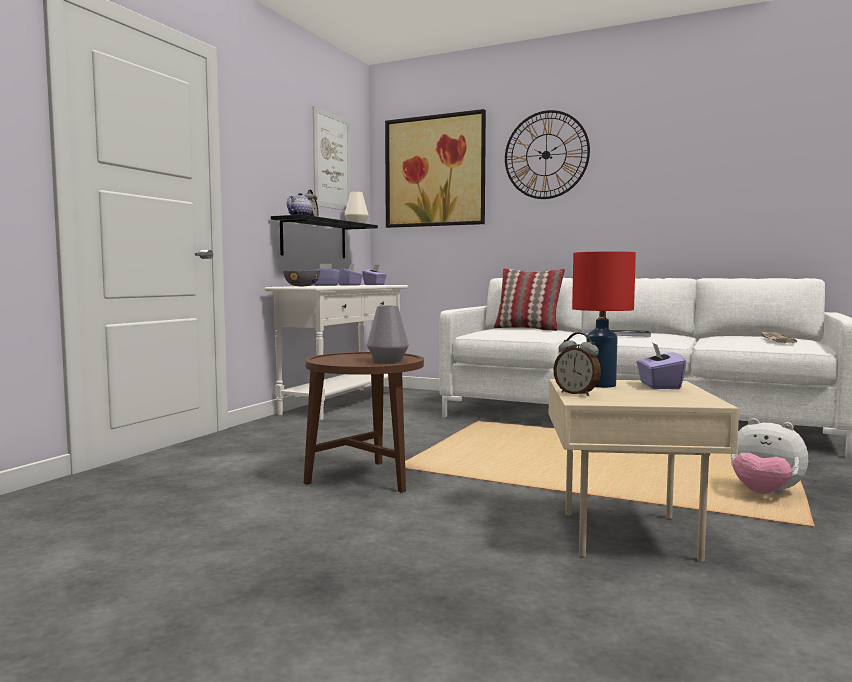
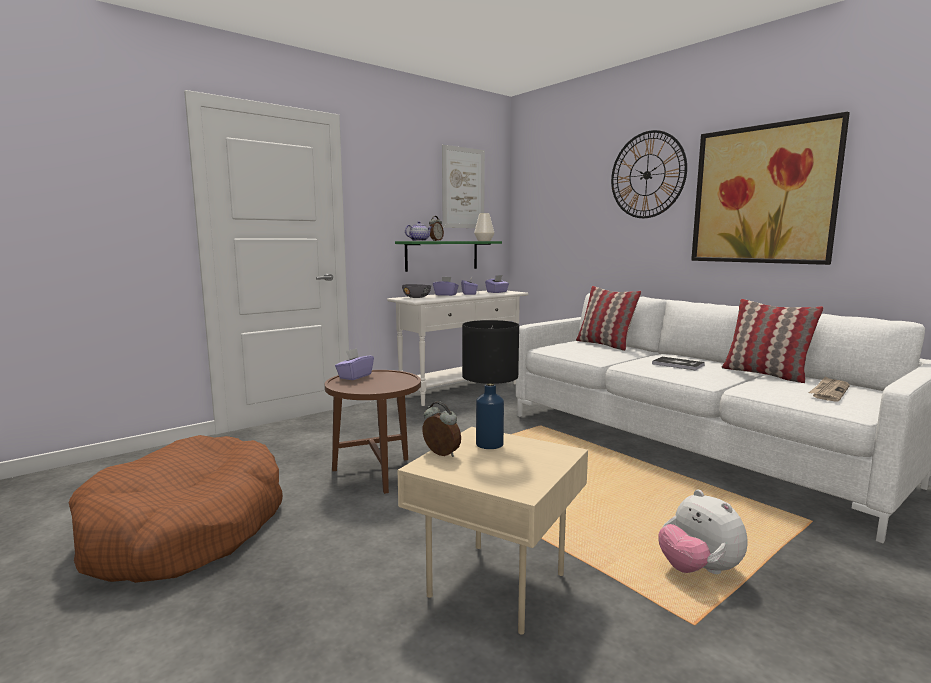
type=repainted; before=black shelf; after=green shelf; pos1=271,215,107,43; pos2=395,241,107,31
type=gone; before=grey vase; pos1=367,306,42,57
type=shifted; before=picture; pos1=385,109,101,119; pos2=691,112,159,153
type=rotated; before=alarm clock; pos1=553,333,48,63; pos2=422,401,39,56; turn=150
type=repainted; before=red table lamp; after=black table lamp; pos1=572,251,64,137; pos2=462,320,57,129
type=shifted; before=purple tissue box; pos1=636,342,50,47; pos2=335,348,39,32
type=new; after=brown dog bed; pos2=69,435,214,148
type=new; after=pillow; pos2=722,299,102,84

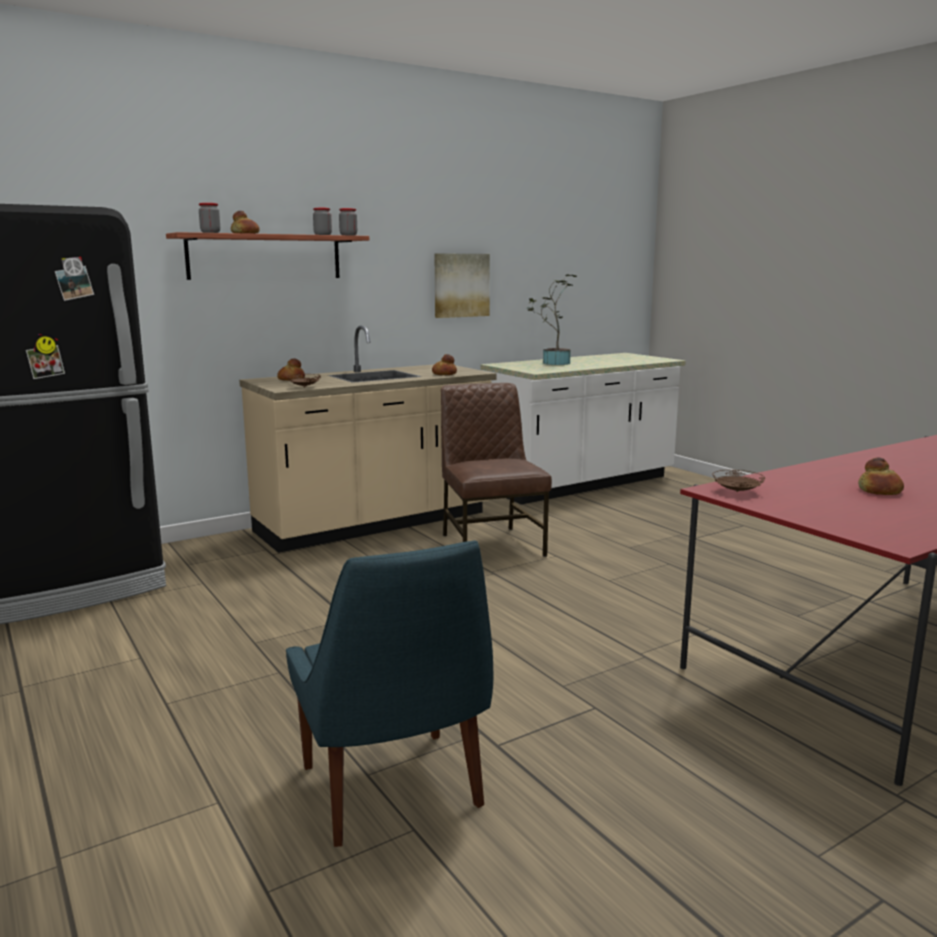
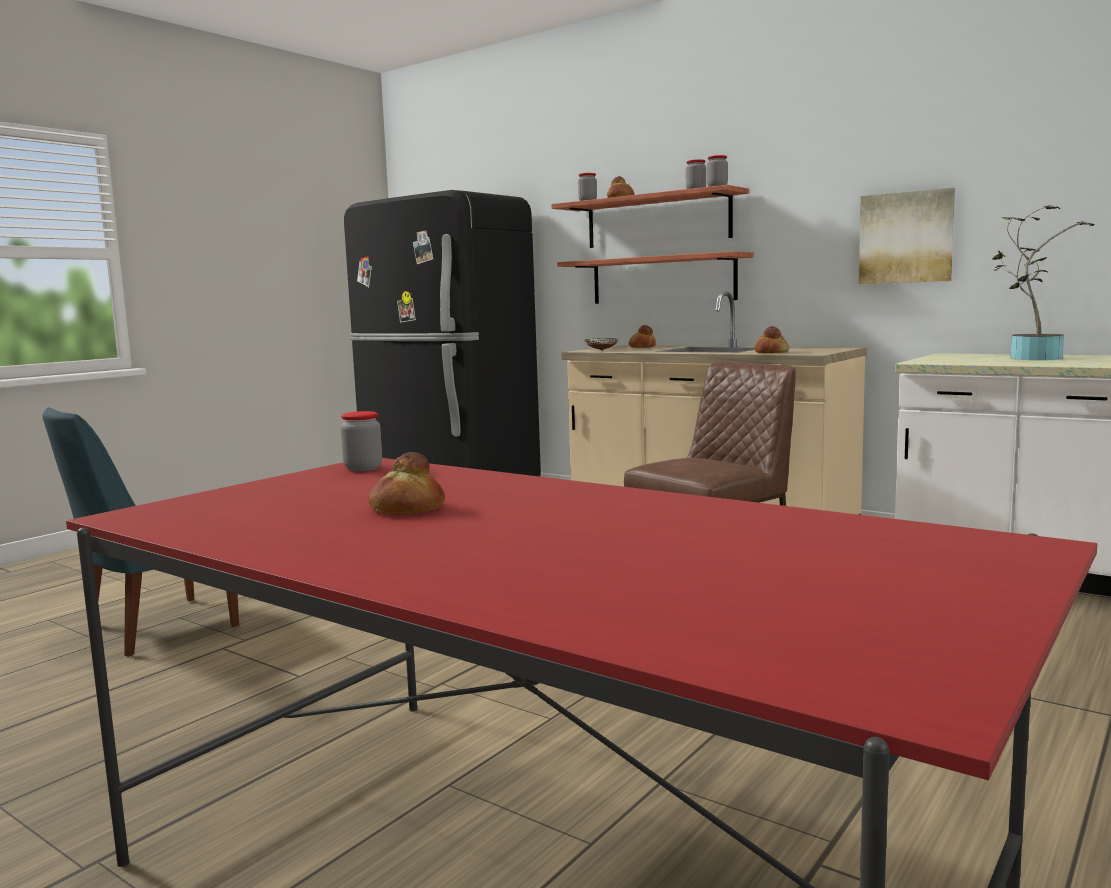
type=swapped; before=brown plate; after=jar; pos1=713,470,52,22; pos2=341,411,41,60
type=new; after=shelf; pos2=557,251,197,53

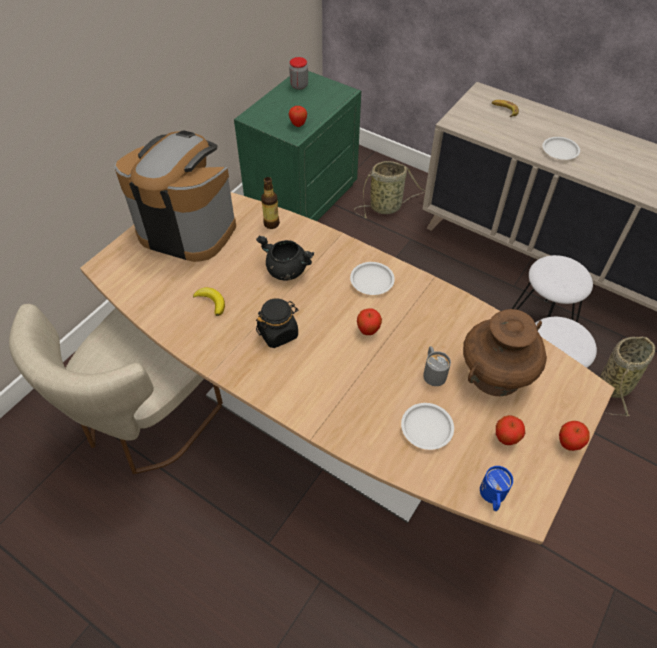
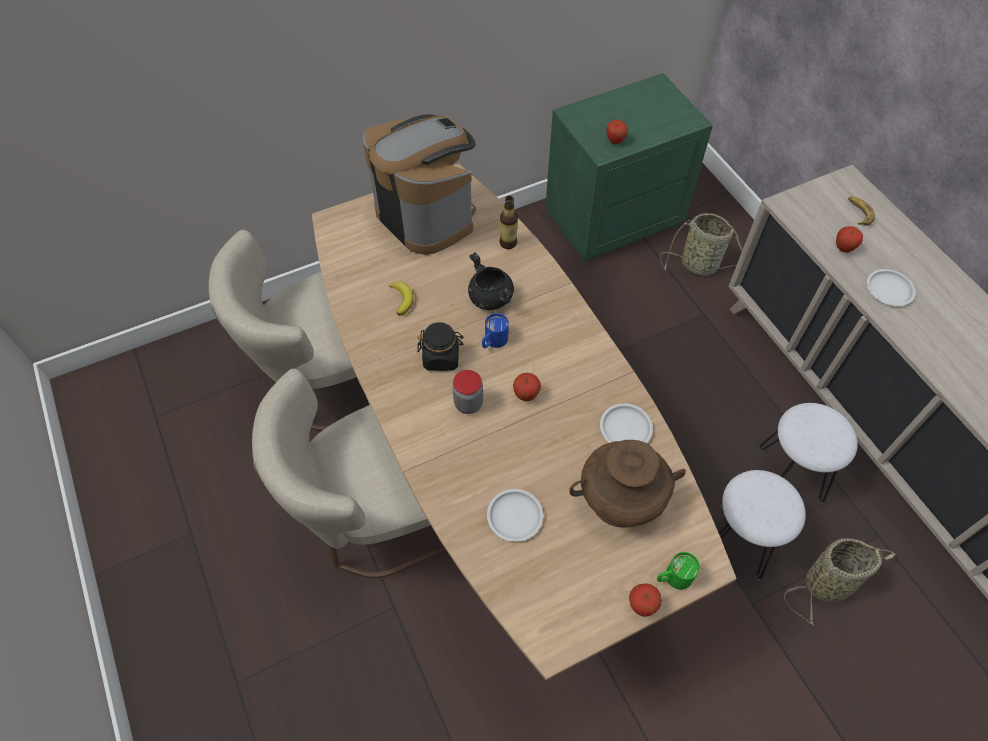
type=shifted; before=jar; pos1=289,57,19,33; pos2=453,370,30,44
type=shifted; before=white plate; pos1=350,262,45,33; pos2=600,403,53,40
type=gone; before=grey mug; pos1=423,346,28,40
type=shifted; before=blue mug; pos1=480,466,33,45; pos2=482,313,27,35
type=shifted; before=apple; pos1=496,415,29,30; pos2=836,226,27,27
type=new; after=beige chair; pos2=252,368,195,210
type=new; after=green mug; pos2=657,552,43,38

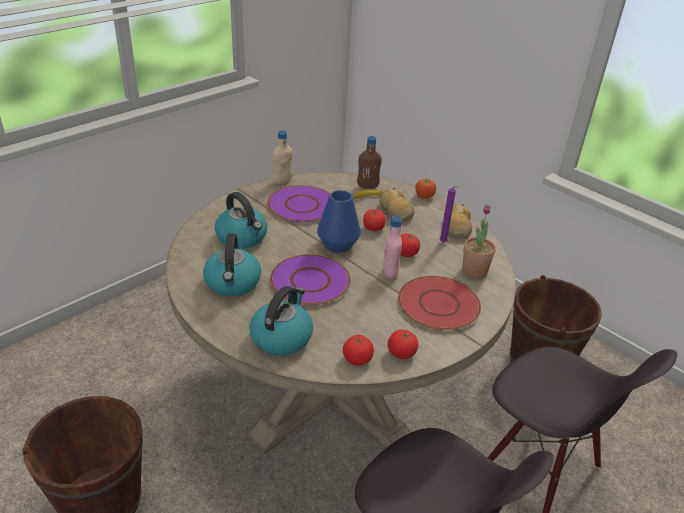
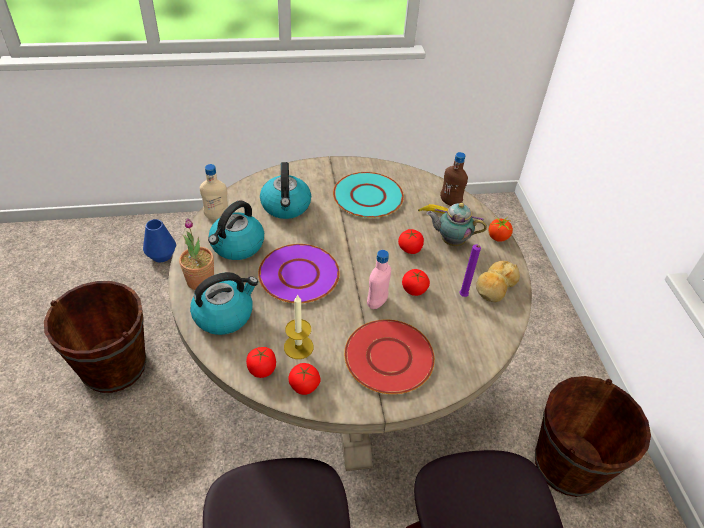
type=repainted; before=purple plate; after=turquoise plate; pos1=268,185,62,38; pos2=333,172,71,46
type=shifted; before=beige bottle; pos1=272,130,21,54; pos2=200,164,28,56
type=shifted; before=blue vase; pos1=317,190,44,63; pos2=143,219,33,43
type=swapped; before=bread; after=teapot; pos1=379,188,36,33; pos2=426,203,61,43
type=shifted; before=potted plant; pos1=462,205,34,73; pos2=179,218,35,72
type=new; after=candle; pos2=284,294,29,65

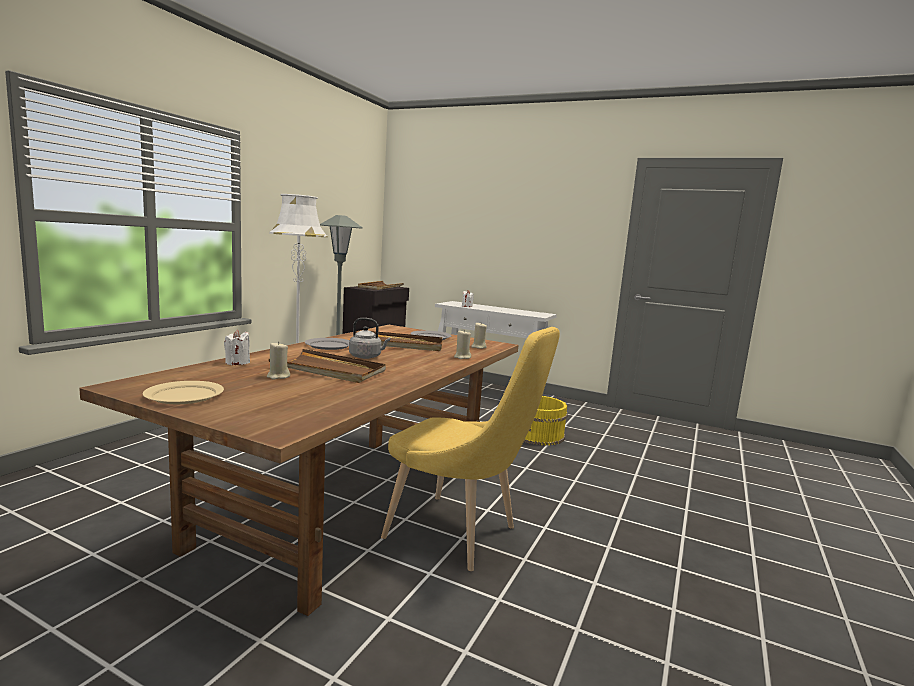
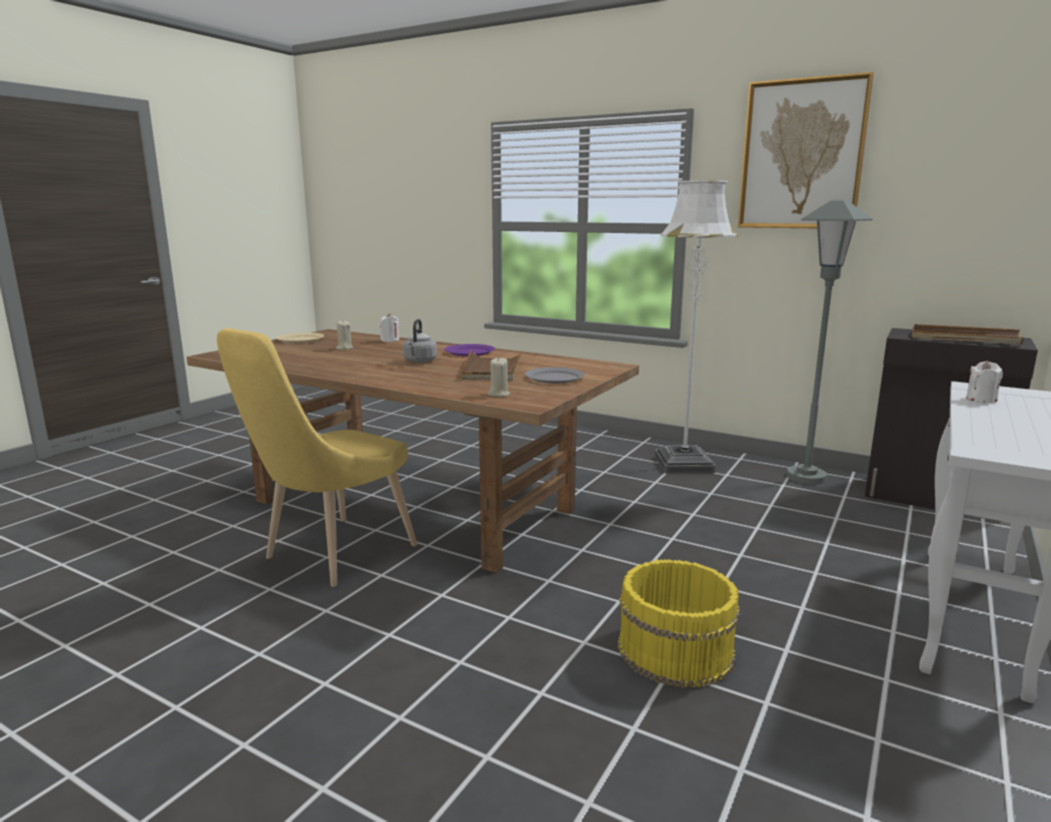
type=gone; before=brown tray; pos1=269,349,117,34
type=repainted; before=grey plate; after=purple plate; pos1=305,338,45,12; pos2=444,344,51,12
type=gone; before=beige candle; pos1=454,330,17,29
type=new; after=picture; pos2=738,72,136,156

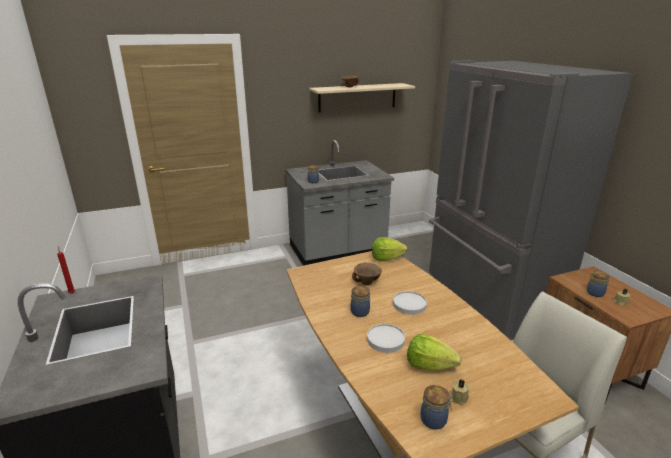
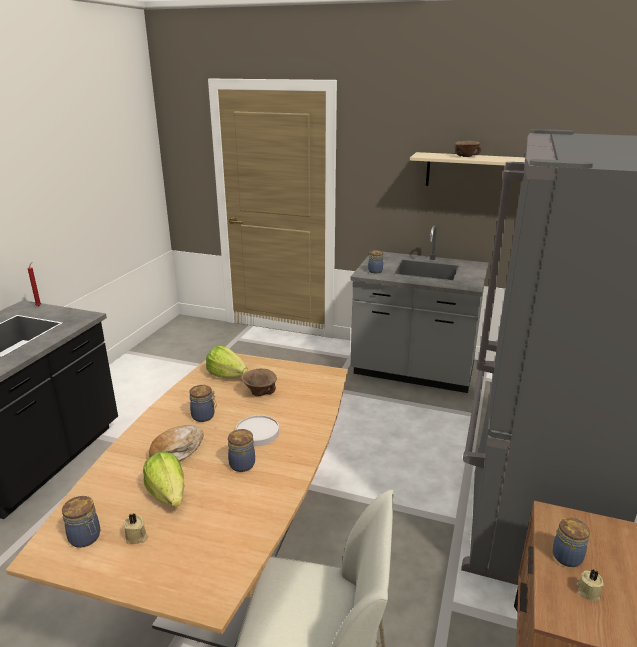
type=swapped; before=white plate; after=bread; pos1=367,324,38,29; pos2=149,425,55,37
type=shifted; before=lettuce; pos1=372,237,36,24; pos2=206,346,42,32
type=new; after=jar; pos2=228,429,27,43

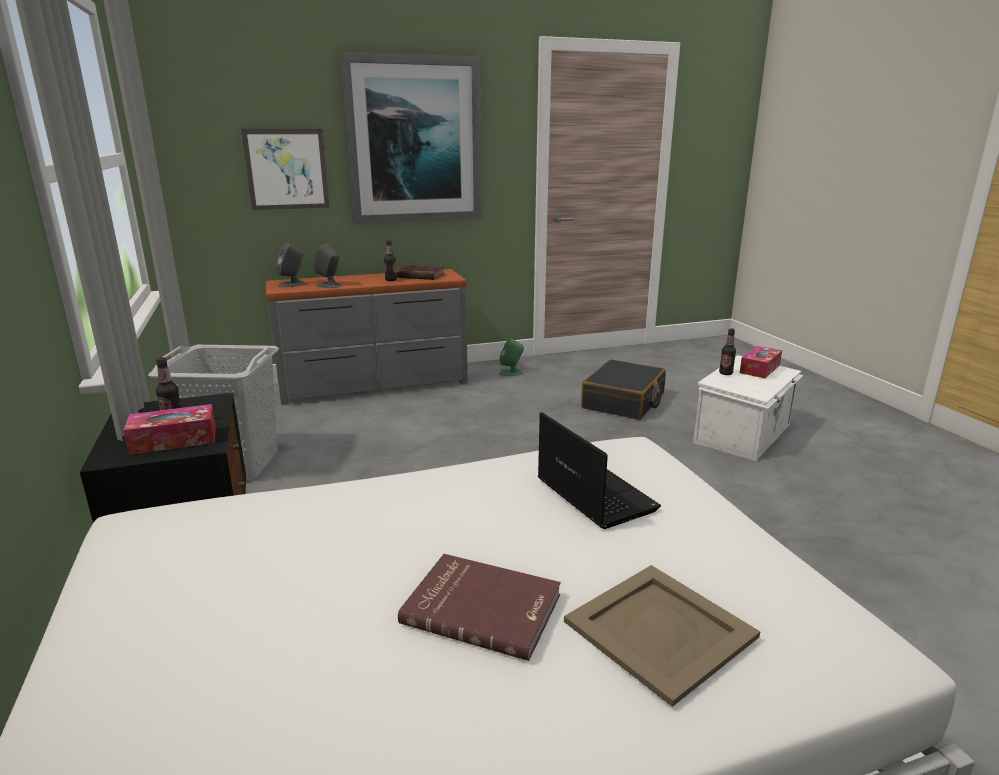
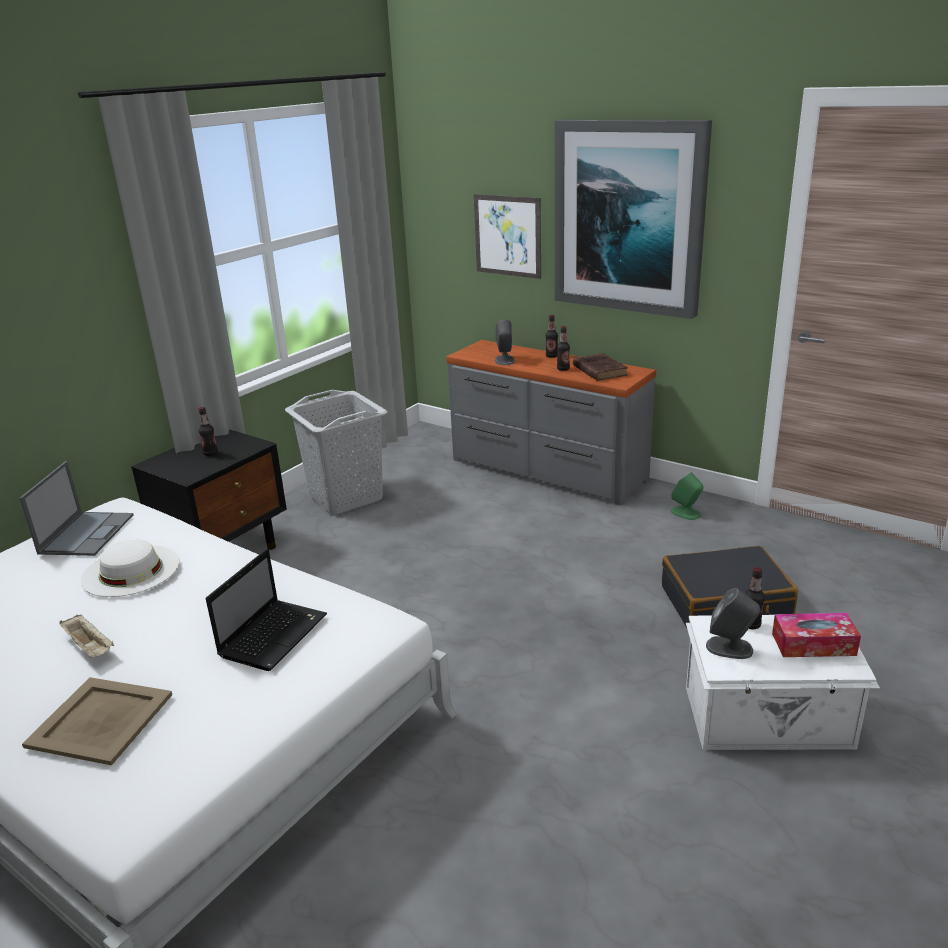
type=gone; before=tissue box; pos1=123,404,93,51
type=shifted; before=grey speaker; pos1=276,243,30,44; pos2=706,588,54,71
type=swapped; before=red book; after=beige tray; pos1=398,554,163,107; pos2=59,614,55,44
type=new; after=laptop; pos2=20,461,114,95
type=new; after=white hat; pos2=81,540,98,57
type=new; after=bottle; pos2=546,315,12,43

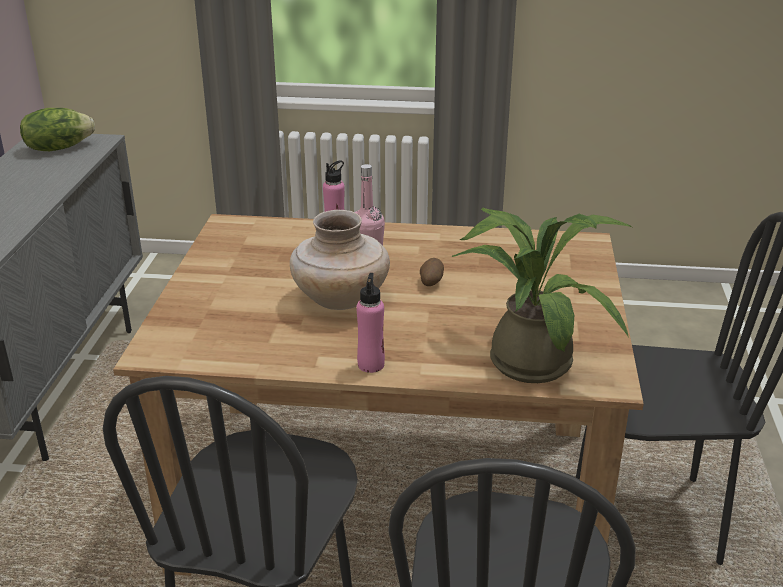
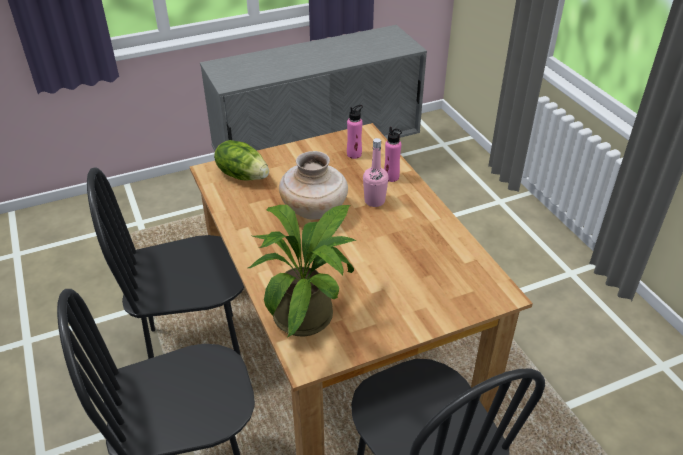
type=shifted; before=lettuce; pos1=20,108,75,43; pos2=214,140,55,40
type=shifted; before=pink bottle; pos1=356,273,29,100; pos2=347,105,16,54
type=gone; before=potato; pos1=420,258,24,28

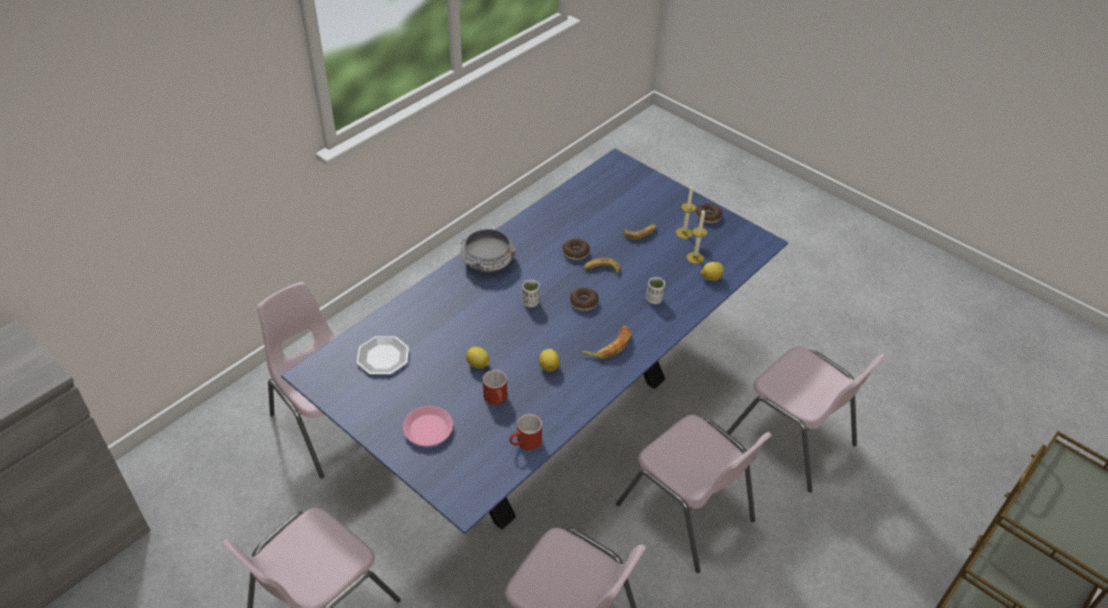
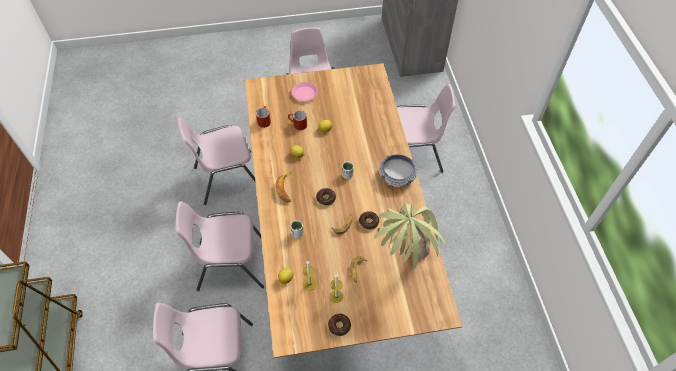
type=repainted; before=blue dining table; after=brown dining table; pos1=281,148,507,386; pos2=245,63,217,295
type=gone; before=plate; pos1=356,336,53,39
type=new; after=potted plant; pos2=374,204,72,66

